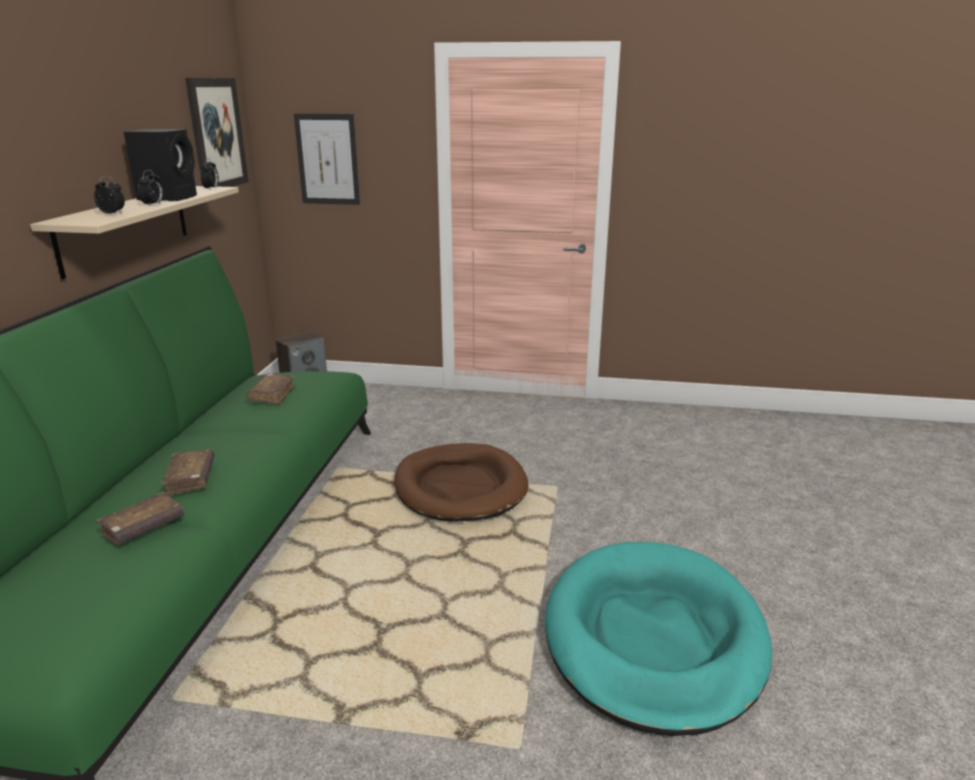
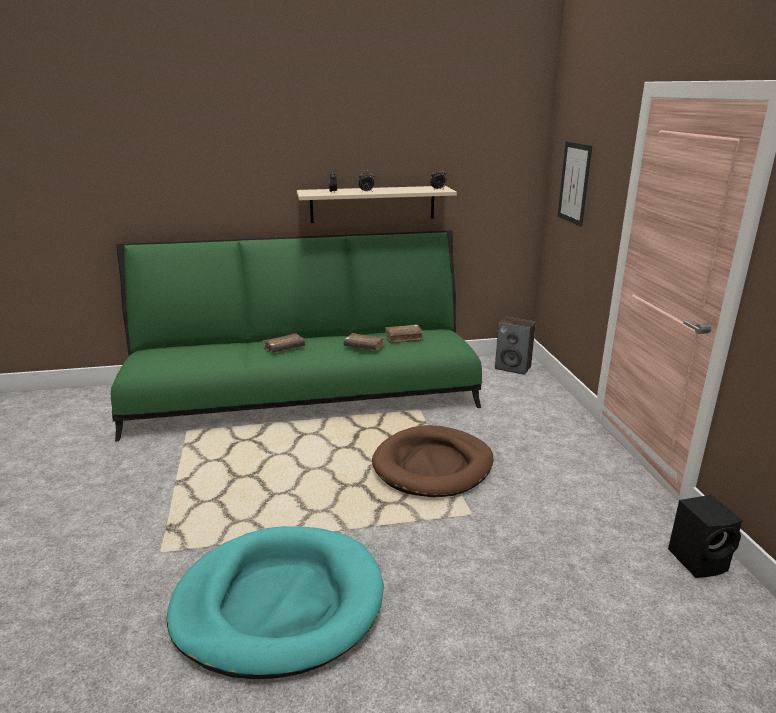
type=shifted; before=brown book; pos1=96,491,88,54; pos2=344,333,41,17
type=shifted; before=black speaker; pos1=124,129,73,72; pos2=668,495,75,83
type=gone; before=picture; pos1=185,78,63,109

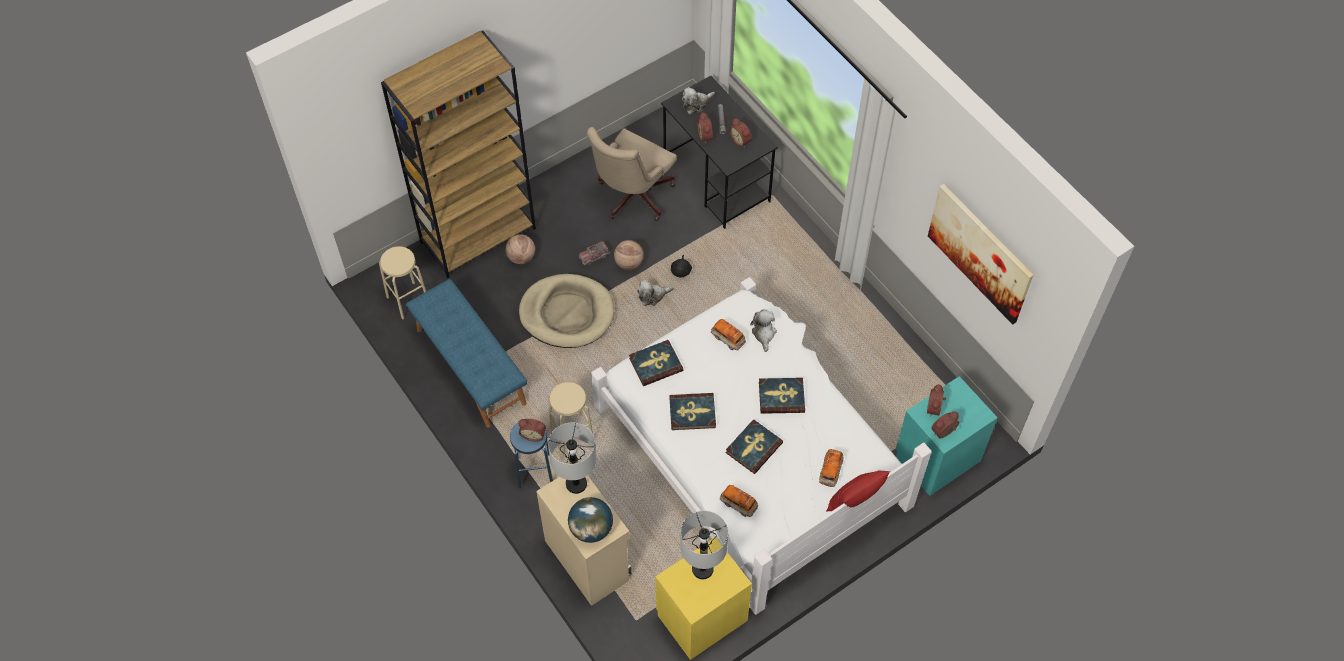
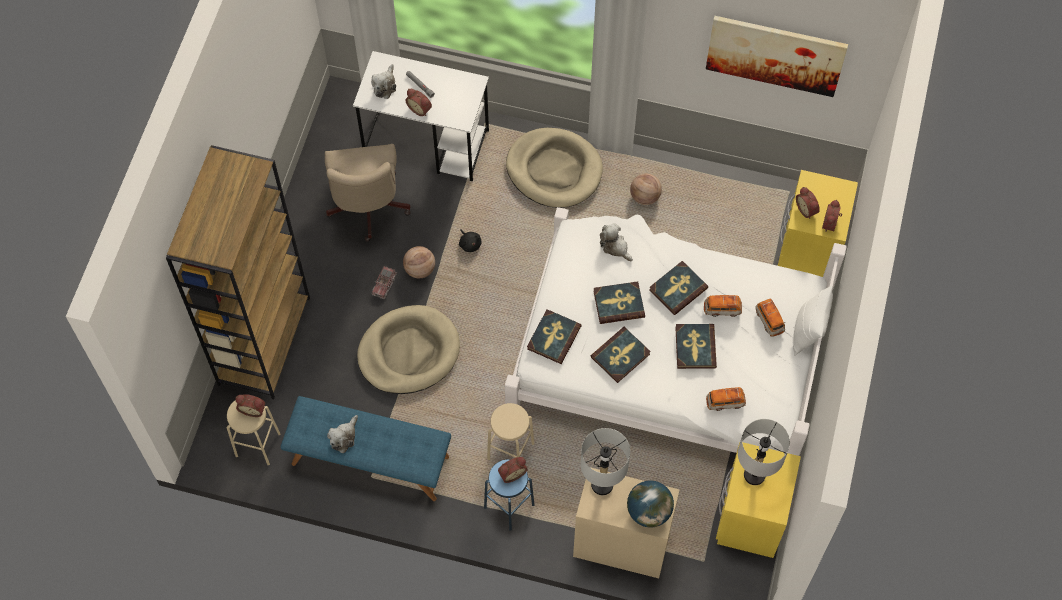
type=shifted; before=basketball; pos1=505,234,30,30; pos2=630,173,32,32
type=shifted; before=plush toy; pos1=637,280,36,26; pos2=327,415,31,38
type=repainted; before=black desk; after=white desk; pos1=661,76,117,153; pos2=353,51,136,131
type=shifted; before=toy car; pos1=711,319,35,31; pos2=704,295,38,22
type=shifted; before=alarm clock; pos1=729,118,23,30; pos2=235,394,30,23
type=repainted; before=red pillow; after=white pillow; pos1=826,470,64,42; pos2=793,285,40,71
type=repainted; before=turquoise nightstand; after=yellow nightstand; pos1=896,376,102,120; pos2=778,170,80,107
type=new; after=beige dog bed; pos2=506,128,97,80
type=new; after=book; pos2=593,281,52,43

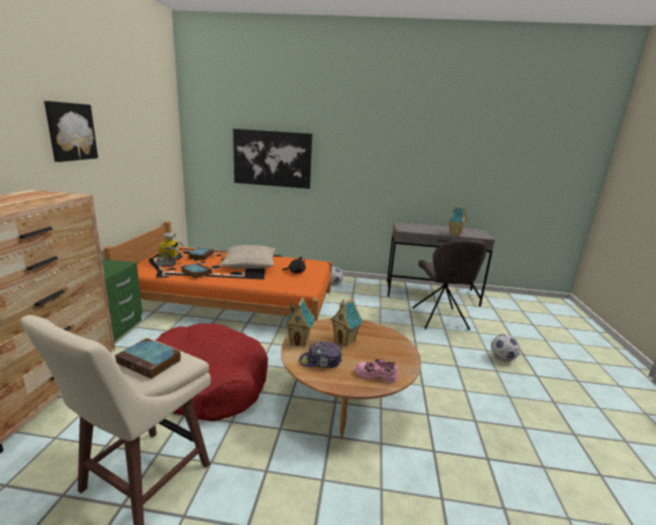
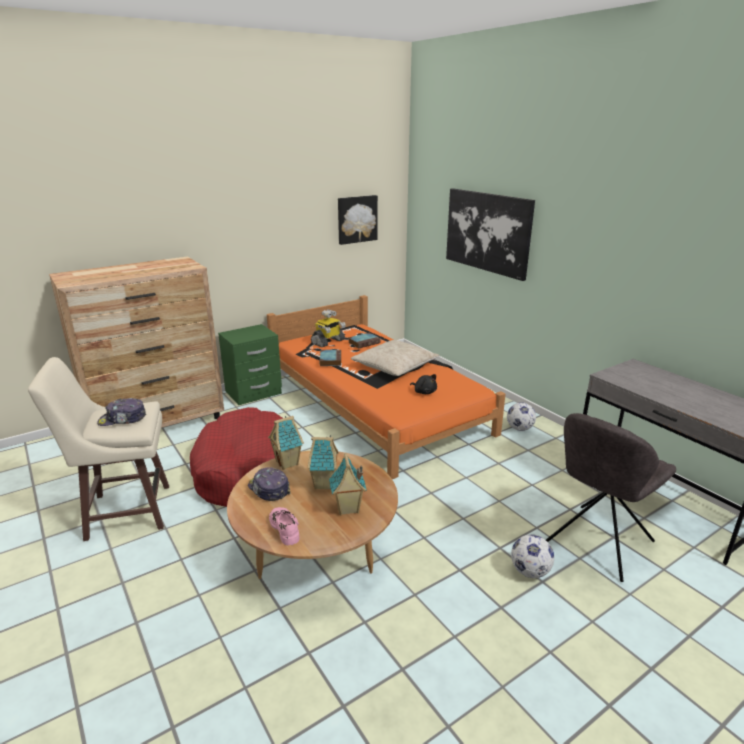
type=shifted; before=picture; pos1=44,101,54,61; pos2=338,195,40,50
type=swapped; before=book; after=cap; pos1=115,338,66,41; pos2=97,398,49,28
type=shifted; before=toy house; pos1=448,205,19,31; pos2=329,453,38,63
type=shifted; before=football; pos1=491,334,29,27; pos2=511,534,43,44

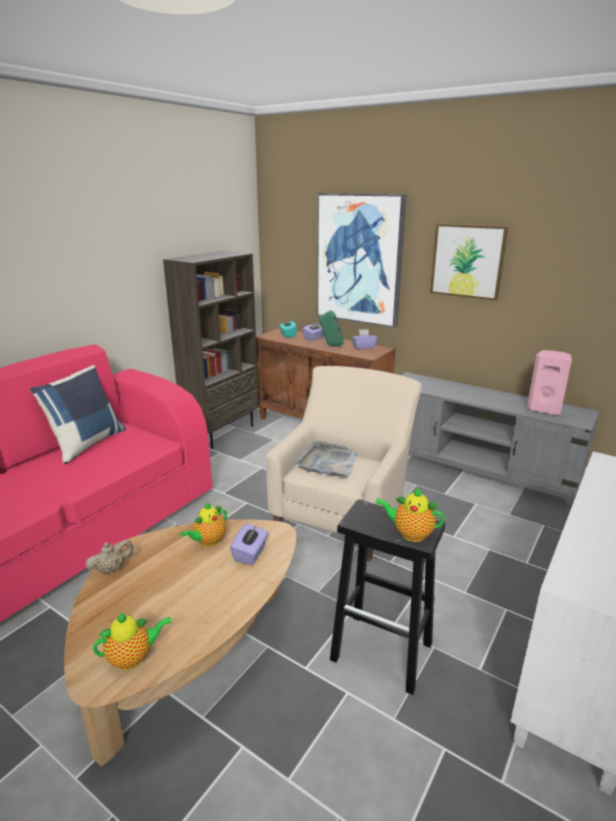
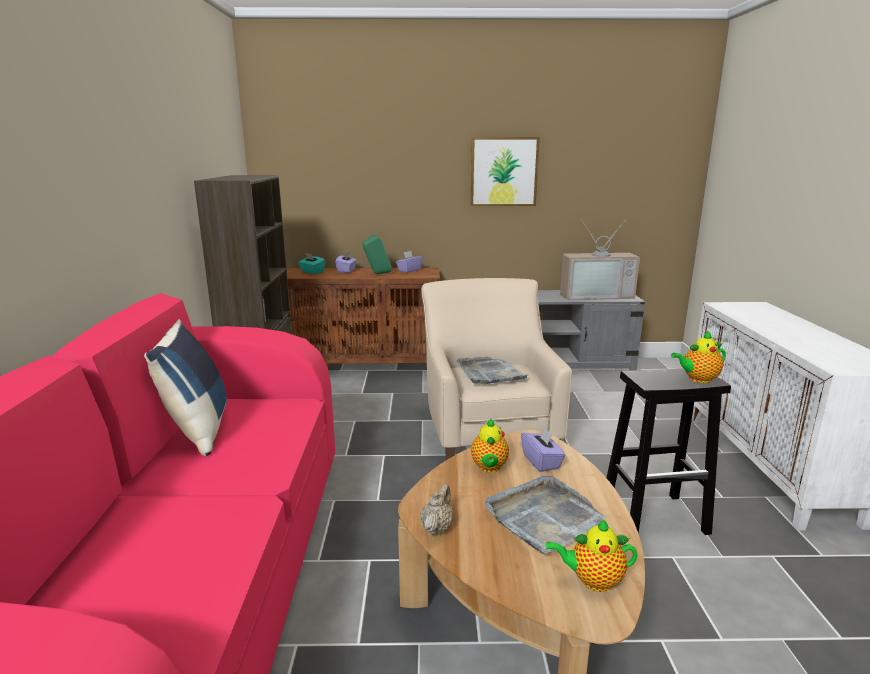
type=rotated; before=teapot; pos1=93,612,79,58; pos2=546,519,91,73; turn=-120
type=gone; before=picture; pos1=317,193,90,135
type=swapped; before=pink speaker; after=television; pos1=527,350,45,65; pos2=560,219,80,81
type=new; after=grey tray; pos2=485,476,122,78

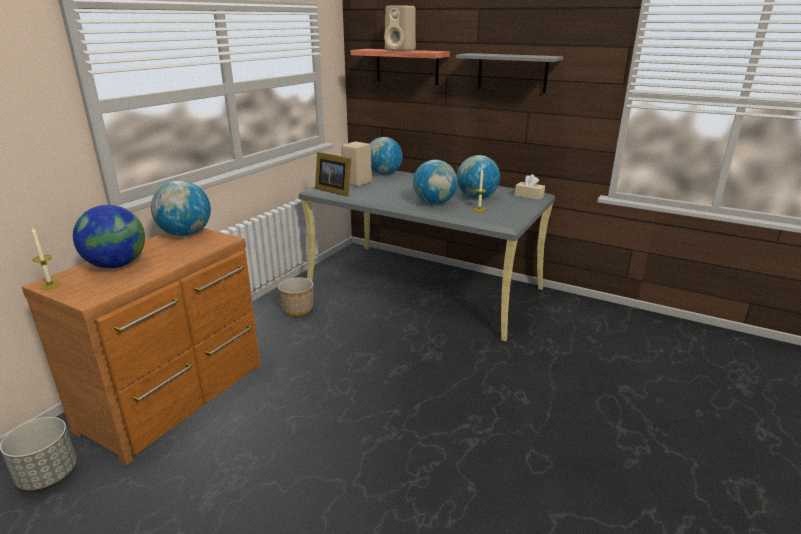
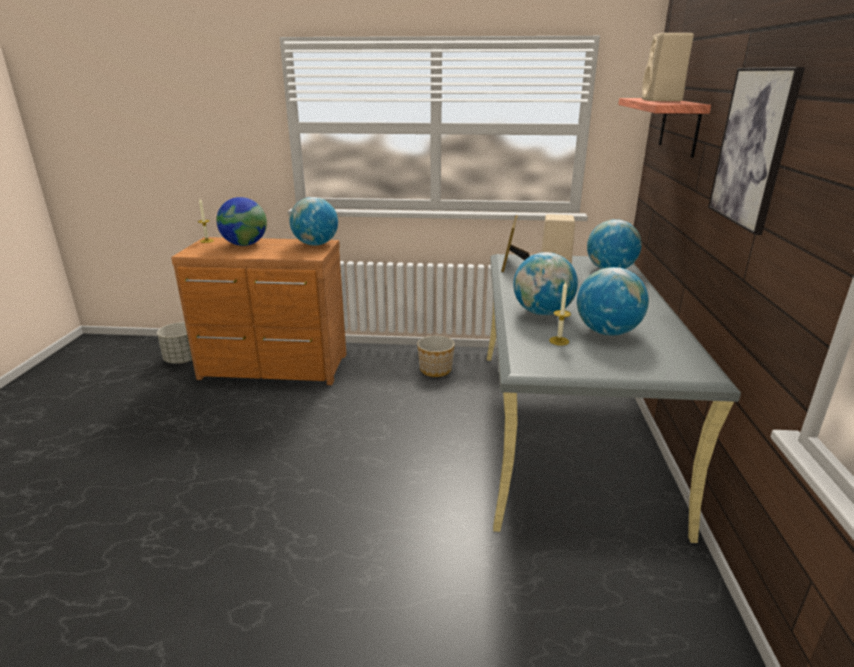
type=swapped; before=grey shelf; after=picture; pos1=456,53,107,40; pos2=708,67,97,168
type=gone; before=beige tissue box; pos1=515,174,30,26

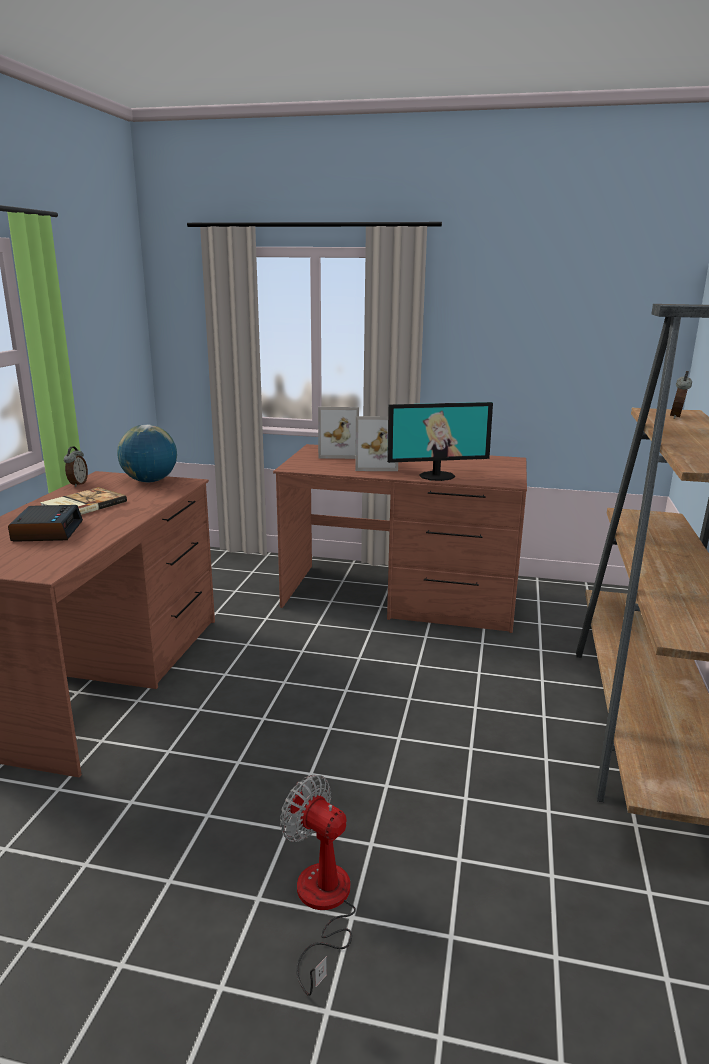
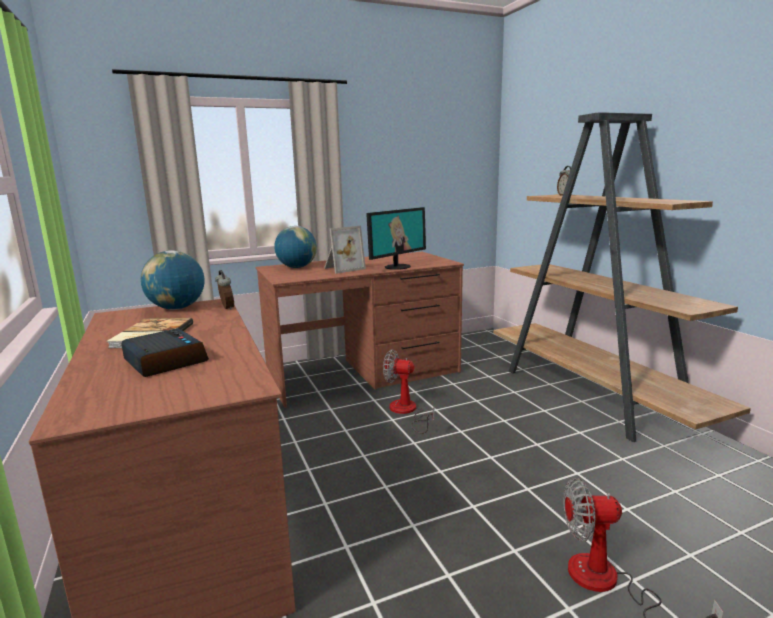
type=shifted; before=alarm clock; pos1=64,446,24,41; pos2=215,270,19,40
type=swapped; before=picture frame; after=globe; pos1=318,407,41,52; pos2=274,226,43,42
type=new; after=fan; pos2=383,349,51,85

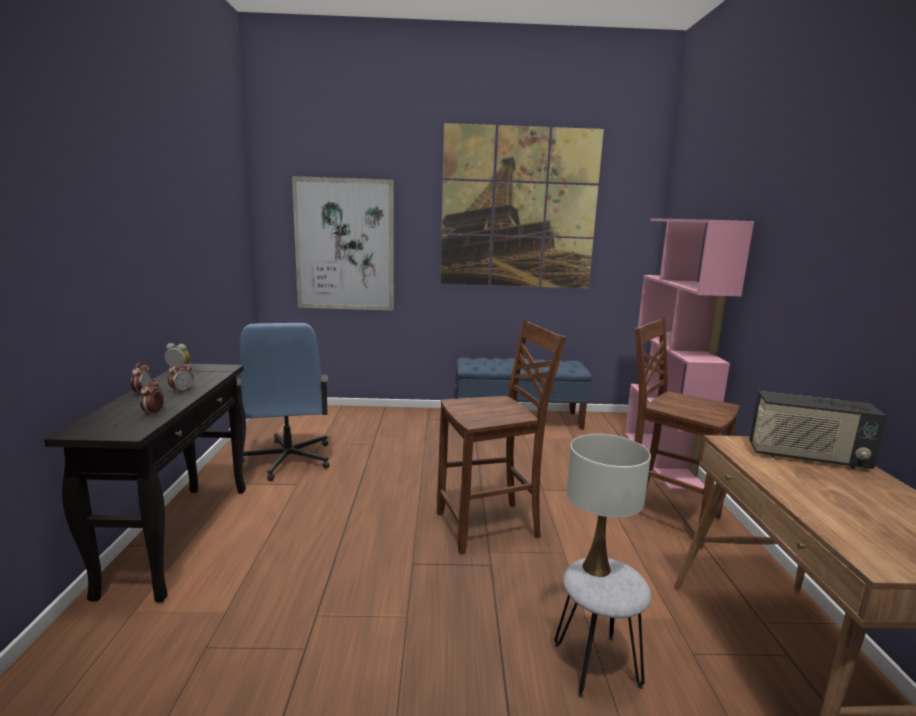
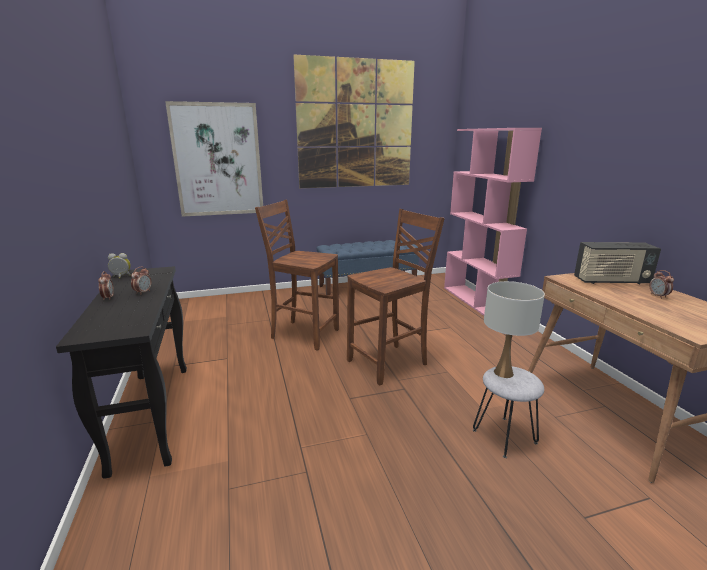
type=shifted; before=alarm clock; pos1=140,379,24,37; pos2=649,270,25,29
type=gone; before=blue office chair; pos1=237,323,92,158
type=shifted; before=brown chair; pos1=635,318,105,231; pos2=255,200,84,151

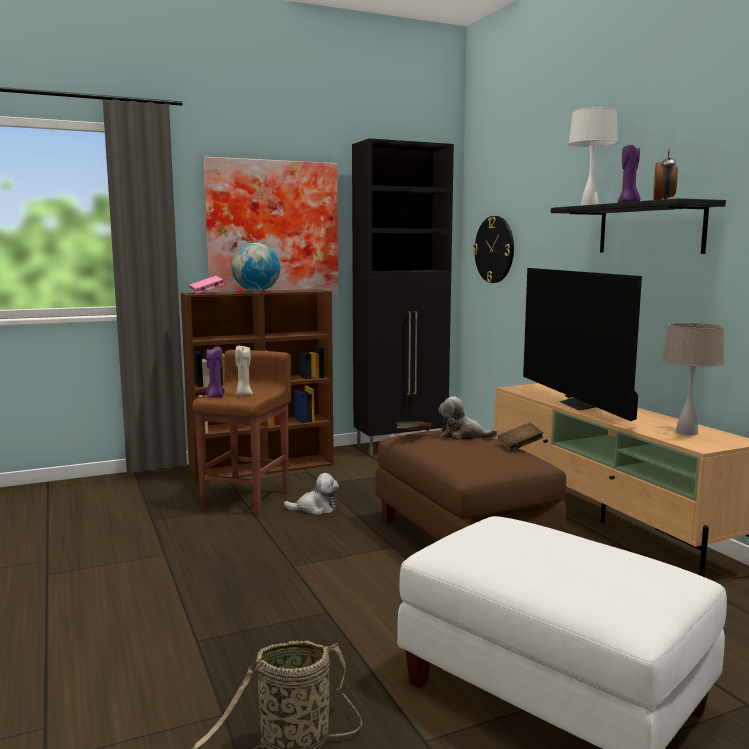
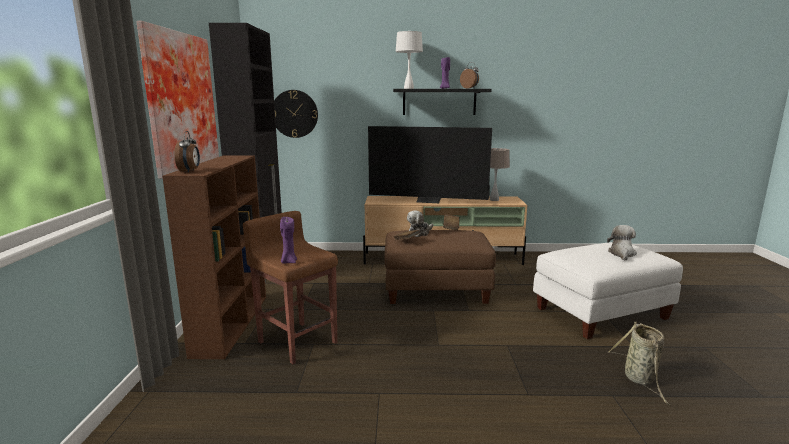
type=swapped; before=pink book; after=alarm clock; pos1=189,276,35,18; pos2=174,131,26,42
type=gone; before=globe; pos1=232,243,48,49
type=gone; before=beige candle; pos1=235,346,18,50
type=shifted; before=plush toy; pos1=284,473,55,42; pos2=607,225,30,35

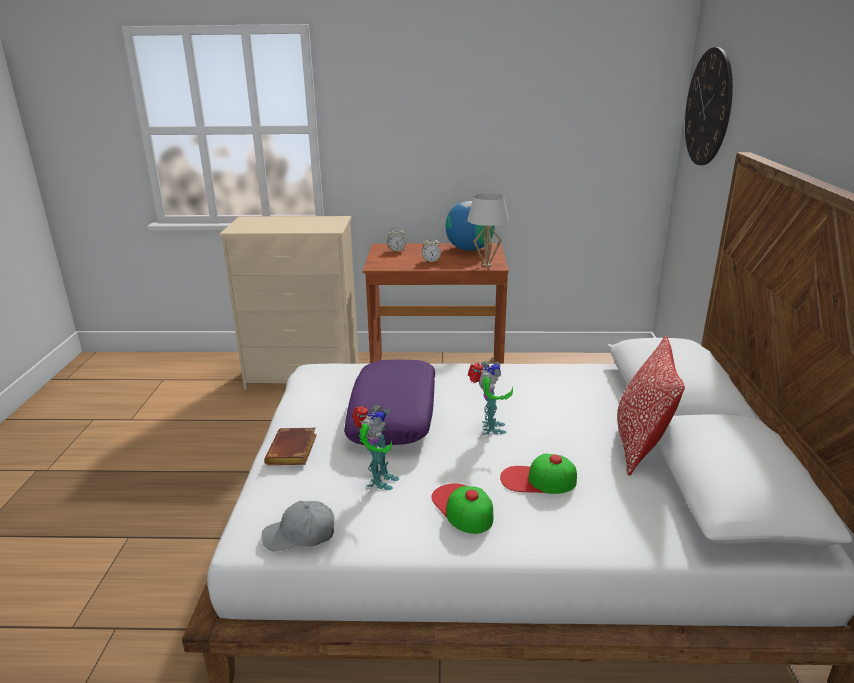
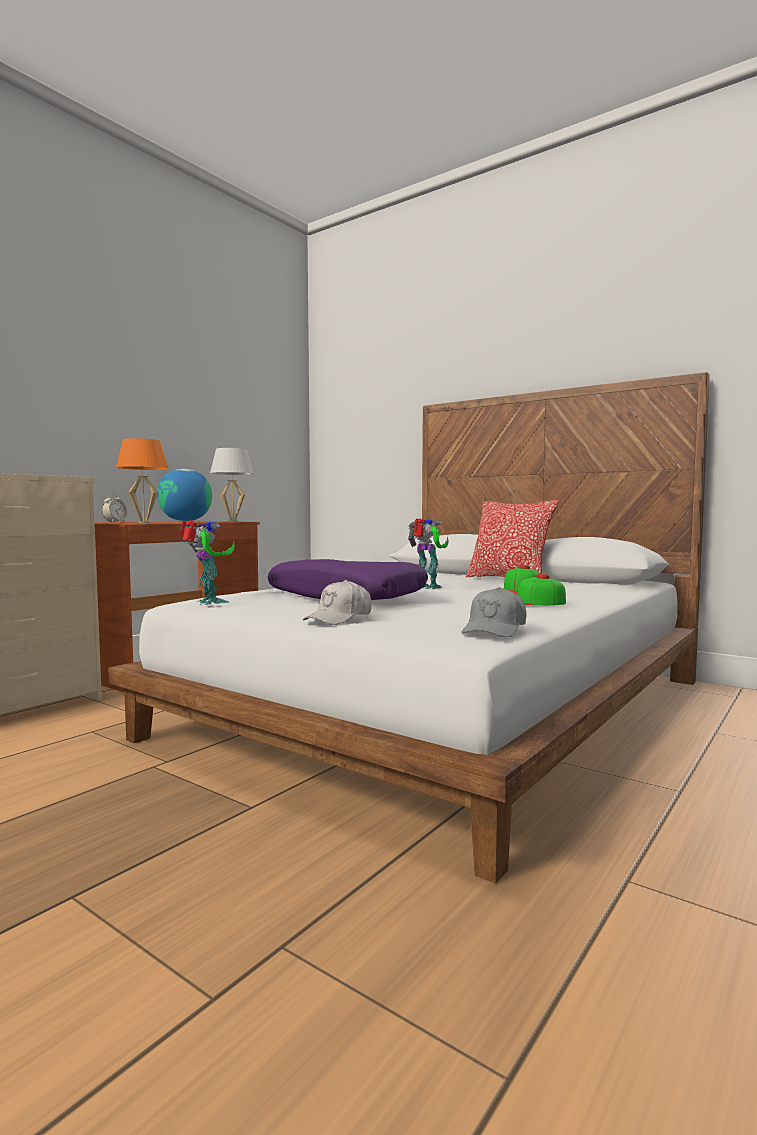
type=swapped; before=brown book; after=white cap; pos1=264,428,53,37; pos2=303,580,69,45
type=shifted; before=toy robot; pos1=352,405,47,85; pos2=179,520,56,85
type=gone; before=alarm clock; pos1=422,236,19,26
type=gone; before=wall clock; pos1=685,47,48,118
type=new; after=orange table lamp; pos2=116,438,52,85

